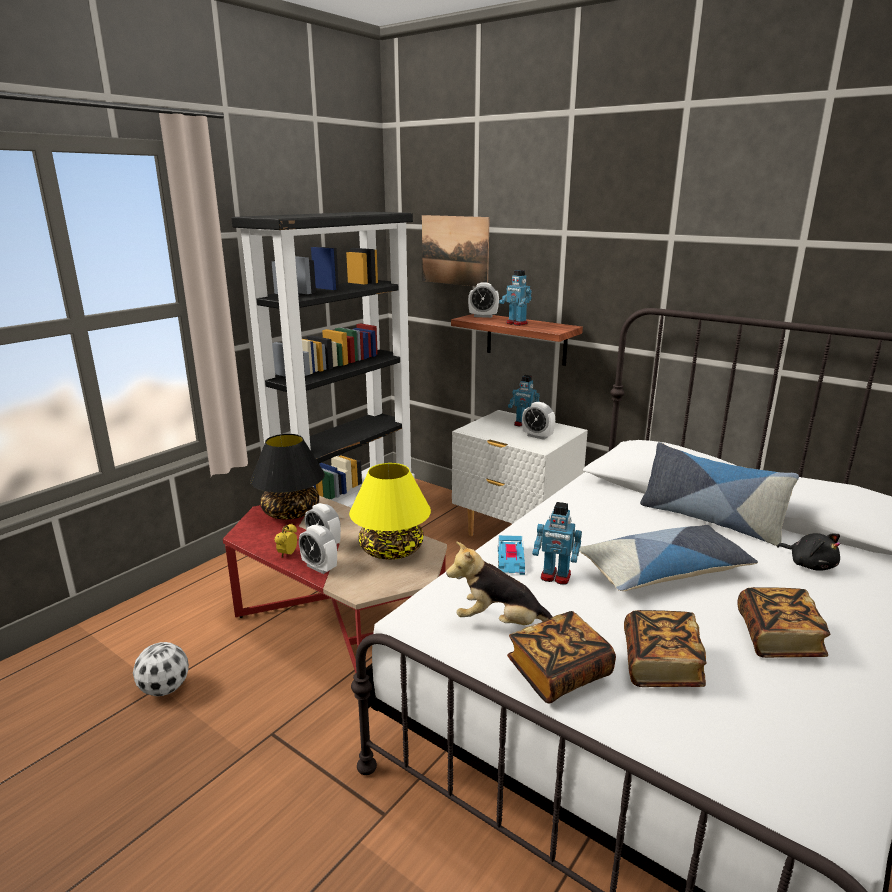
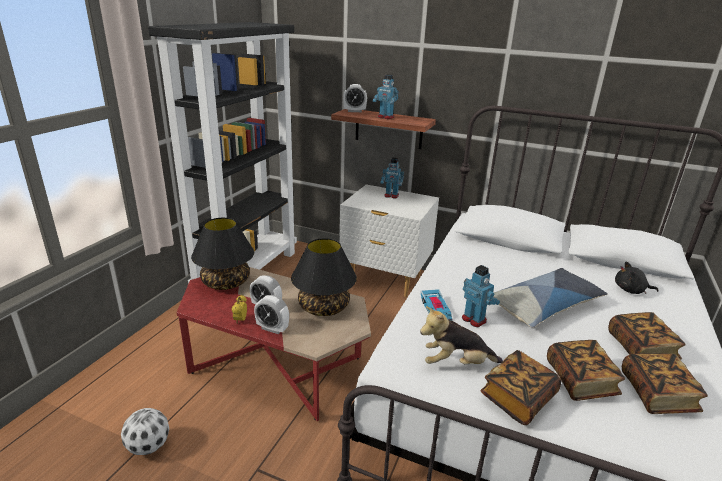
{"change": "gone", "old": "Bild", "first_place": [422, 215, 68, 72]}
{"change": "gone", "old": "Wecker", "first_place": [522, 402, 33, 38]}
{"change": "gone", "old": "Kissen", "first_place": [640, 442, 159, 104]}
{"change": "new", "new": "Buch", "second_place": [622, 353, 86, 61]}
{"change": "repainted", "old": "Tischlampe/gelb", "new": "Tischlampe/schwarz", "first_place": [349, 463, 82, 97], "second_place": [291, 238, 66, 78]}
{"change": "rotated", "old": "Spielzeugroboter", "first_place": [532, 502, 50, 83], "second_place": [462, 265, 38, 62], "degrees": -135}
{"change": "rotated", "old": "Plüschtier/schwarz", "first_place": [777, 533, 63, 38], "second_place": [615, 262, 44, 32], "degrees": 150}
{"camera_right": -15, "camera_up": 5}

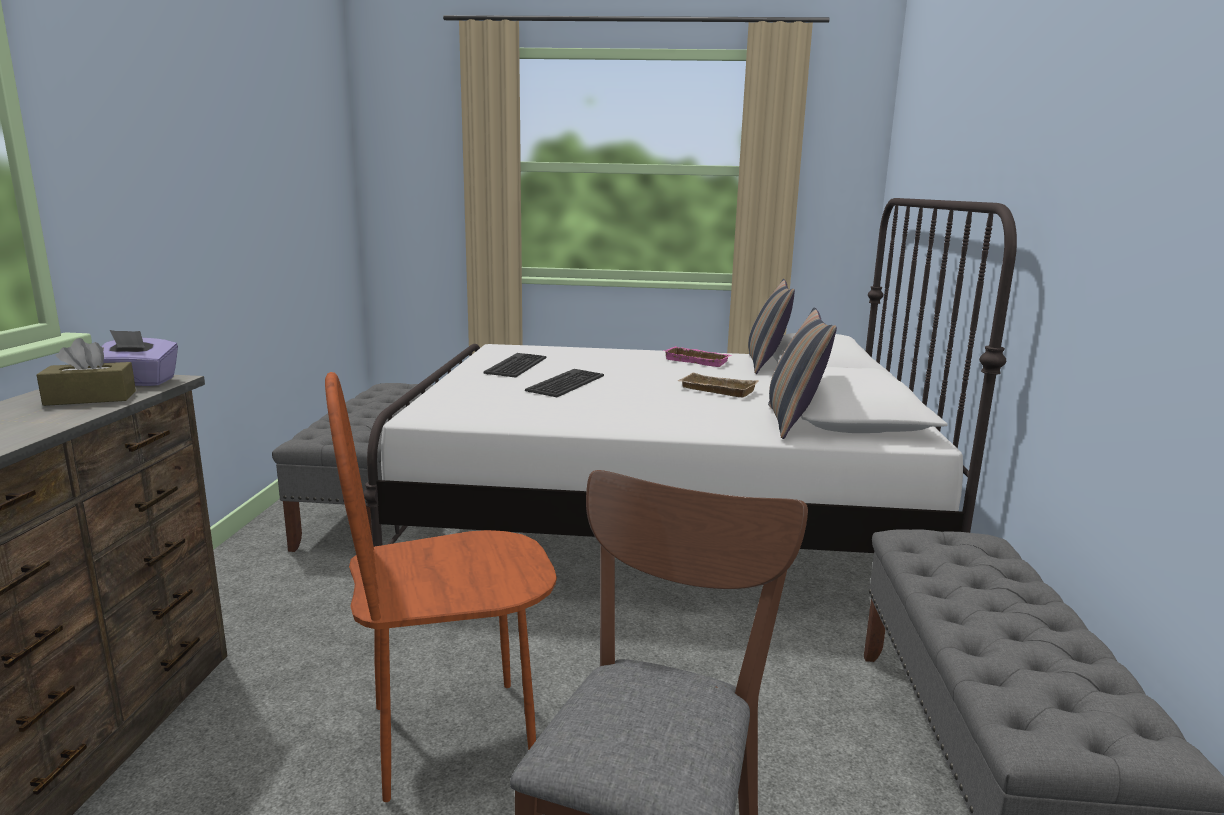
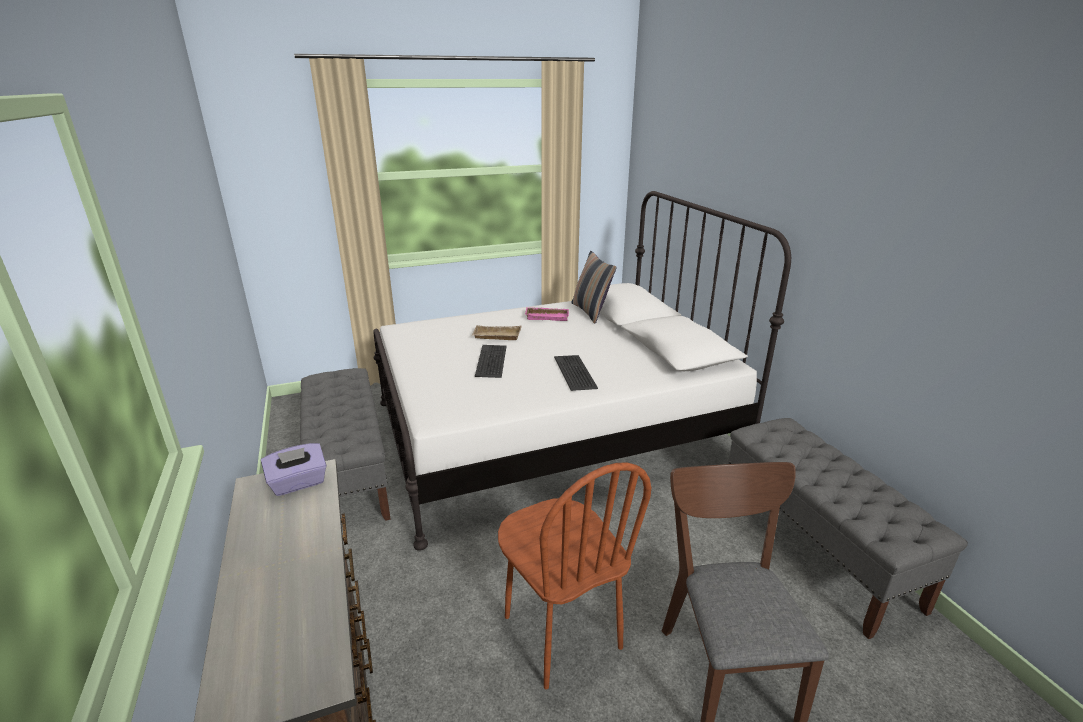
{"change": "gone", "old": "Taschentuchbox/braun", "first_place": [37, 338, 99, 68]}
{"change": "gone", "old": "Kissen", "first_place": [768, 307, 69, 132]}
{"change": "shifted", "old": "Tastatur", "first_place": [484, 353, 62, 25], "second_place": [554, 355, 44, 36]}
{"change": "shifted", "old": "Tablett/beige", "first_place": [678, 373, 81, 24], "second_place": [472, 325, 49, 15]}
{"change": "rotated", "old": "Stuhl/braun", "first_place": [325, 372, 232, 430], "second_place": [498, 462, 153, 227], "degrees": -75}
{"camera_right": -25, "camera_up": 10}

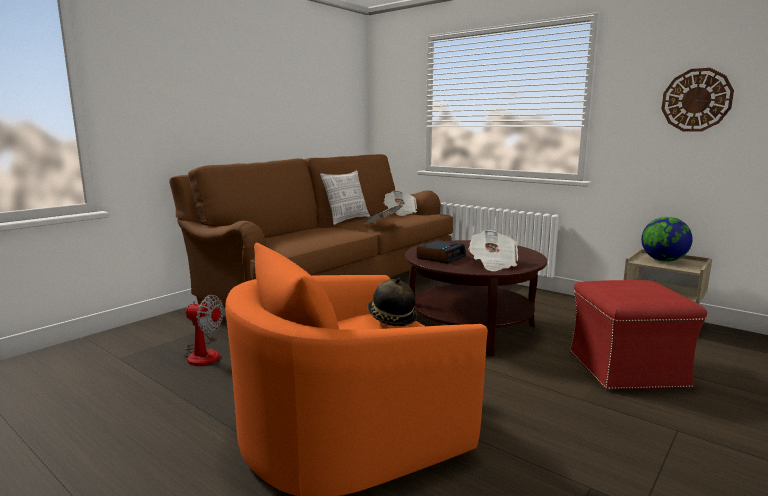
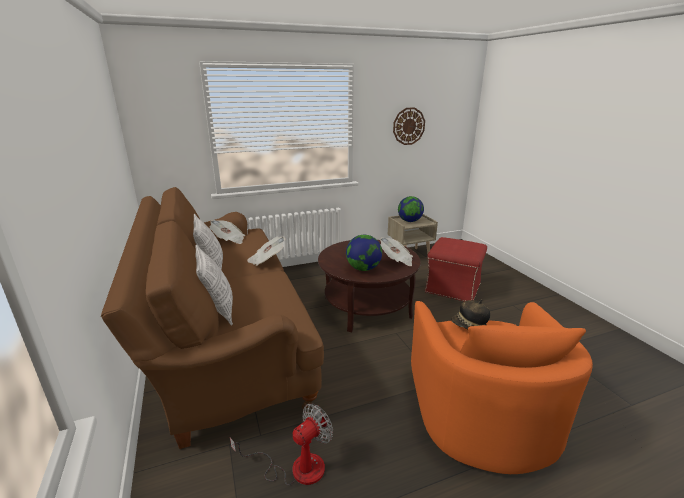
{"change": "new", "new": "Kissen", "second_place": [196, 244, 37, 82]}
{"change": "swapped", "old": "Wecker", "new": "Globus", "first_place": [417, 240, 49, 24], "second_place": [346, 235, 36, 36]}
{"camera_right": -60, "camera_up": 10}

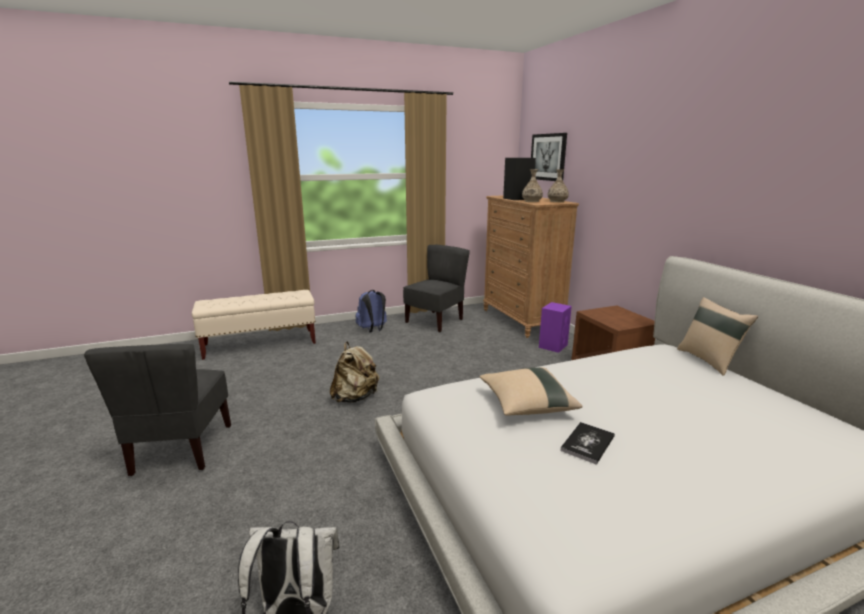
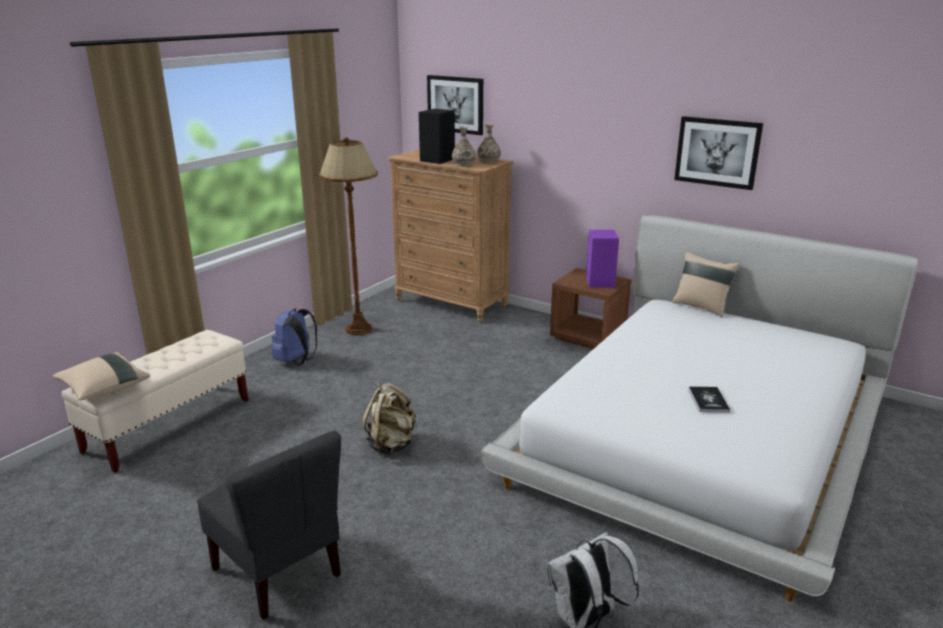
{"change": "new", "new": "Bild", "second_place": [674, 116, 89, 74]}
{"change": "shifted", "old": "Kissen/beige", "first_place": [480, 367, 102, 49], "second_place": [52, 352, 98, 49]}
{"change": "shifted", "old": "Lautsprecher/lila", "first_place": [539, 302, 33, 51], "second_place": [586, 230, 33, 58]}
{"change": "swapped", "old": "Stuhl/grau", "new": "Stehlampe/braun", "first_place": [403, 245, 67, 87], "second_place": [318, 137, 60, 198]}
{"camera_right": -35, "camera_up": 5}

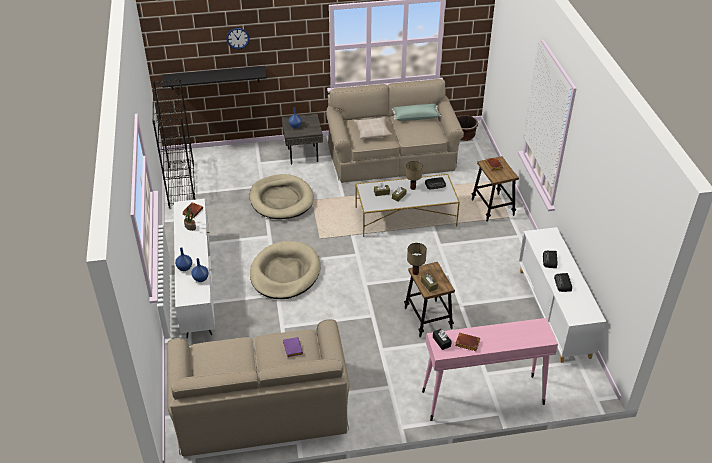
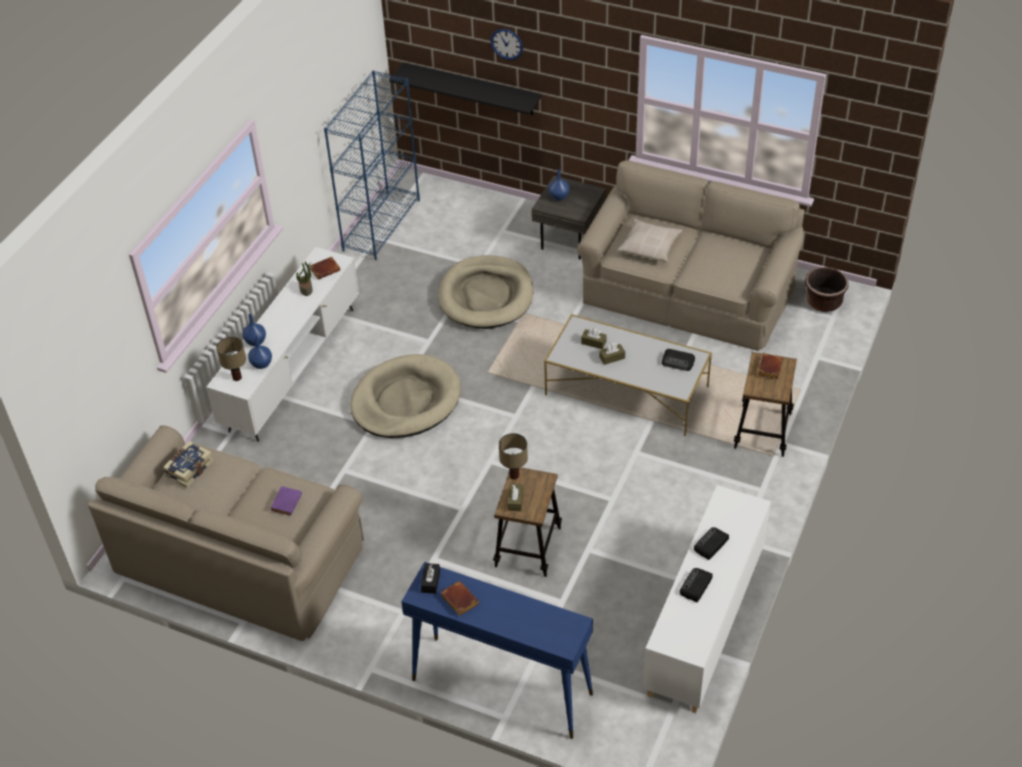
{"change": "gone", "old": "Kissen/grün", "first_place": [392, 104, 49, 17]}
{"change": "new", "new": "Buch", "second_place": [163, 441, 51, 46]}
{"change": "shifted", "old": "Tischlampe", "first_place": [406, 161, 17, 29], "second_place": [216, 337, 30, 44]}
{"change": "repainted", "old": "Bücherregal/schwarz", "new": "Bücherregal/blau", "first_place": [152, 79, 43, 130], "second_place": [324, 71, 96, 189]}
{"change": "repainted", "old": "Konsolentisch/rosa", "new": "Konsolentisch/blau", "first_place": [422, 318, 136, 103], "second_place": [401, 562, 192, 177]}
{"camera_right": 35, "camera_up": 5}

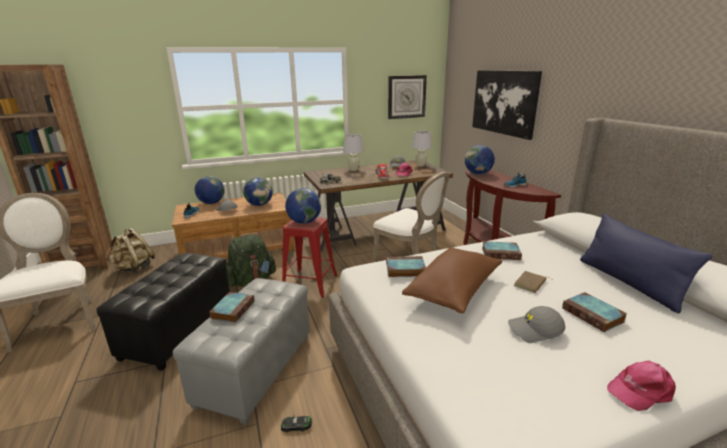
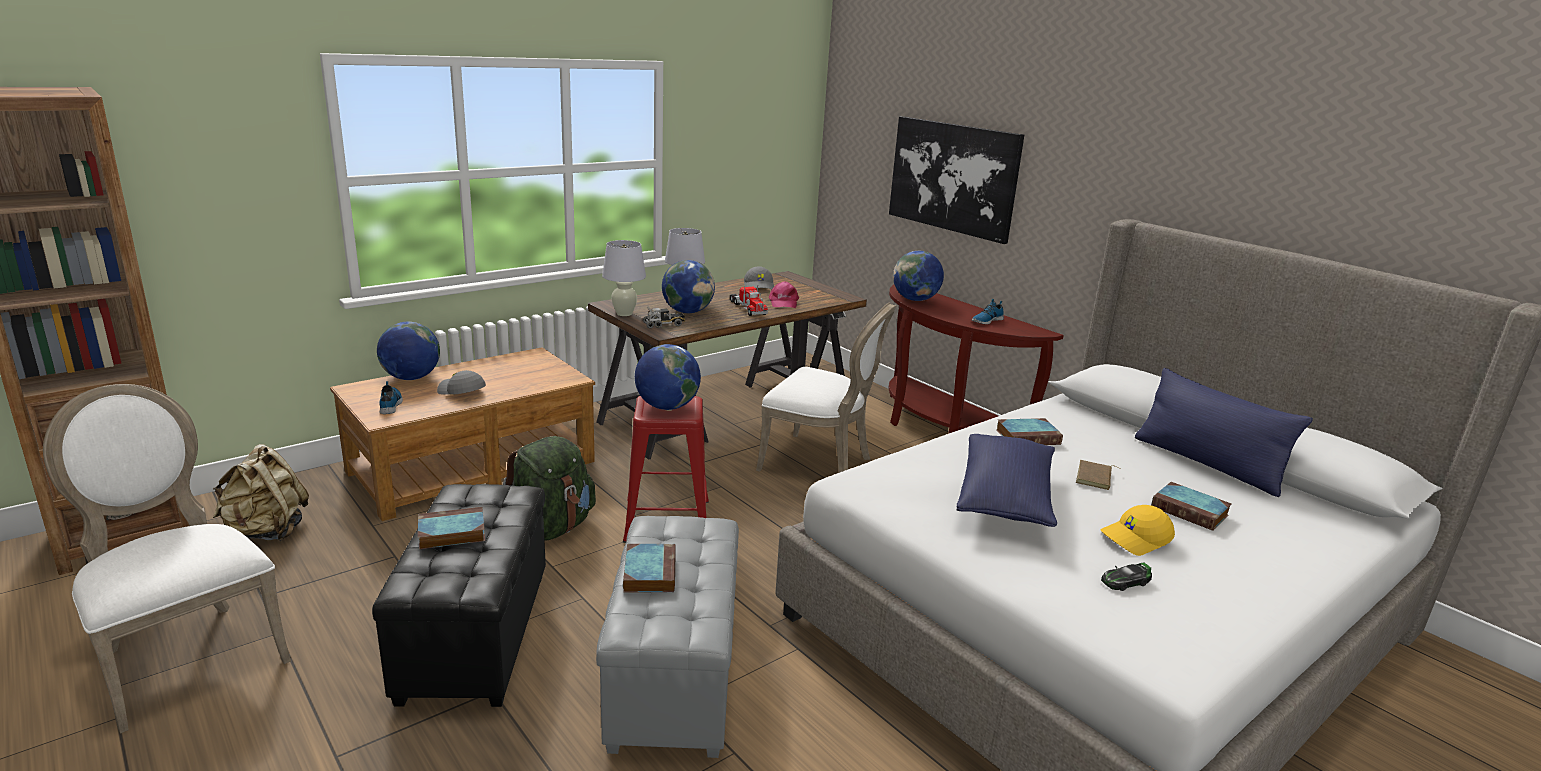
{"change": "gone", "old": "Wanduhr", "first_place": [388, 75, 39, 44]}
{"change": "gone", "old": "Kappe/rosa", "first_place": [607, 360, 69, 51]}
{"change": "shifted", "old": "Globus", "first_place": [243, 177, 30, 29], "second_place": [662, 260, 53, 53]}
{"change": "shifted", "old": "Spielzeugauto", "first_place": [281, 416, 31, 16], "second_place": [1101, 563, 51, 28]}
{"change": "shifted", "old": "Buch", "first_place": [386, 256, 40, 21], "second_place": [418, 507, 67, 42]}
{"change": "shifted", "old": "Tischlampe/weiß", "first_place": [412, 131, 20, 35], "second_place": [602, 240, 44, 76]}
{"change": "repainted", "old": "Kissen/braun", "new": "Kissen/blau", "first_place": [402, 247, 100, 66], "second_place": [957, 434, 100, 93]}
{"change": "repainted", "old": "Kappe/grau", "new": "Kappe/gelb", "first_place": [508, 306, 57, 37], "second_place": [1100, 505, 75, 51]}
{"camera_right": -20, "camera_up": 0}

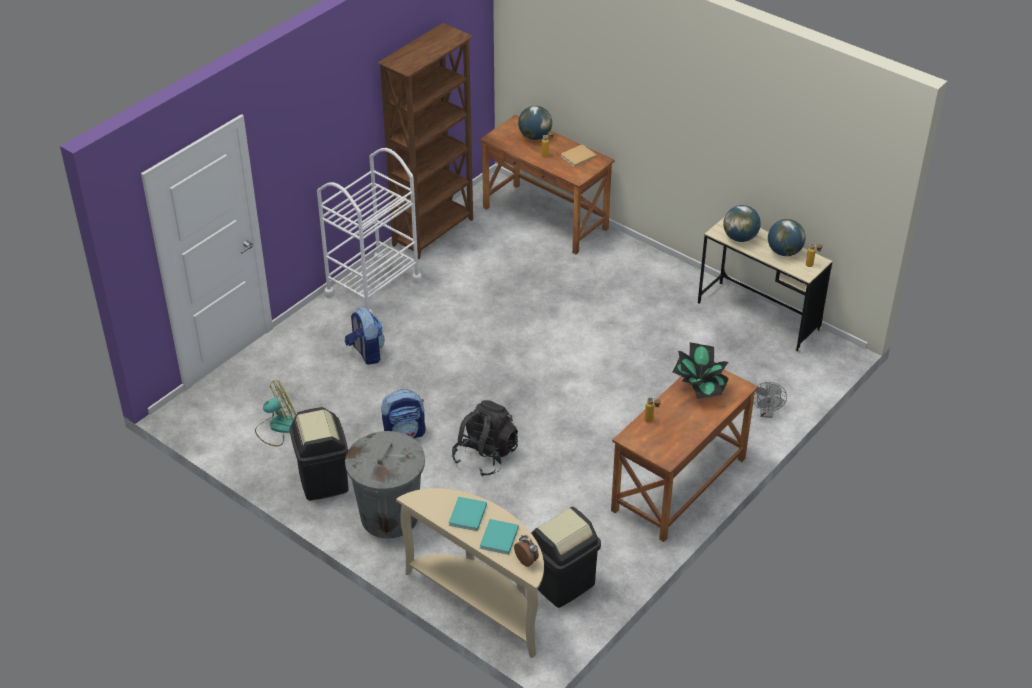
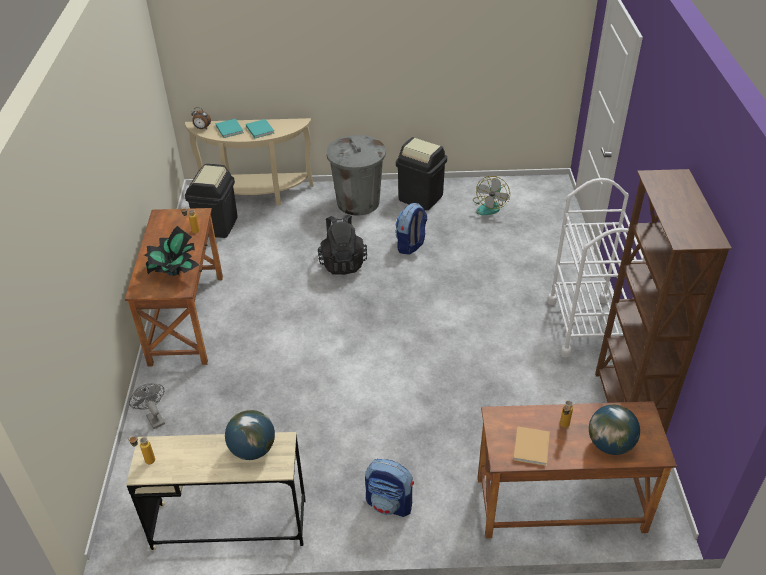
{"change": "gone", "old": "Globus", "first_place": [768, 219, 38, 37]}
{"change": "shifted", "old": "Rucksack", "first_place": [345, 307, 40, 58], "second_place": [365, 459, 49, 58]}
{"camera_right": 140, "camera_up": 0}

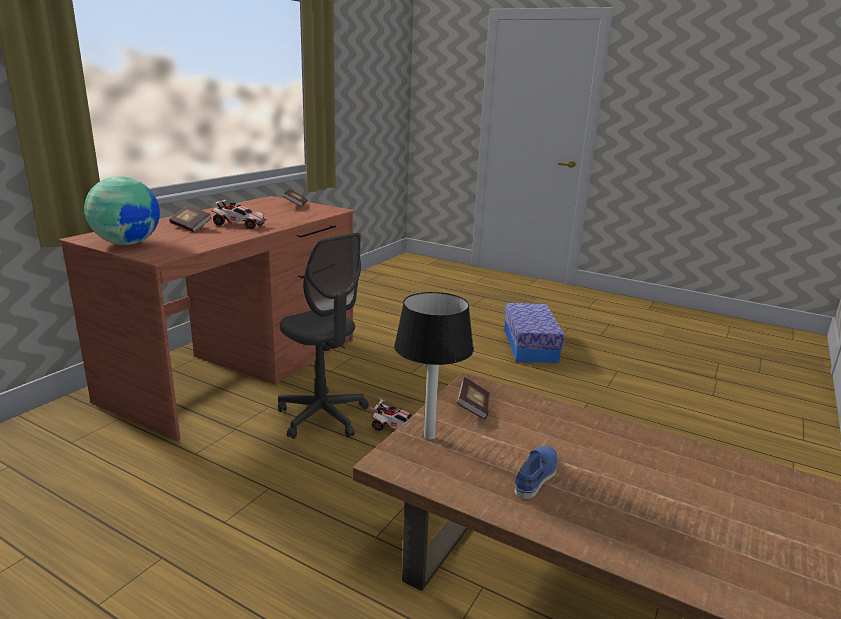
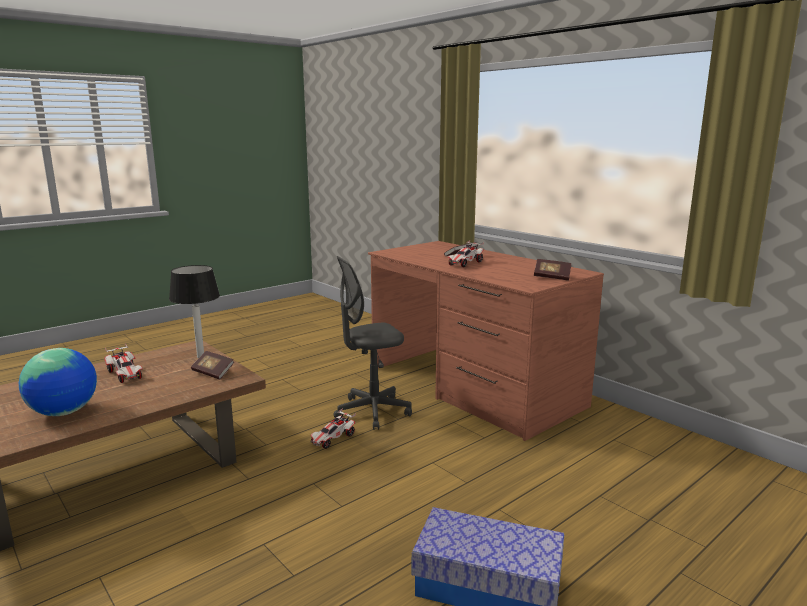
{"change": "shifted", "old": "Globus", "first_place": [84, 176, 76, 69], "second_place": [19, 348, 78, 68]}
{"change": "swapped", "old": "Schuh/blau", "new": "Spielzeugauto", "first_place": [514, 446, 44, 53], "second_place": [104, 343, 39, 40]}
{"camera_right": 110, "camera_up": -5}

